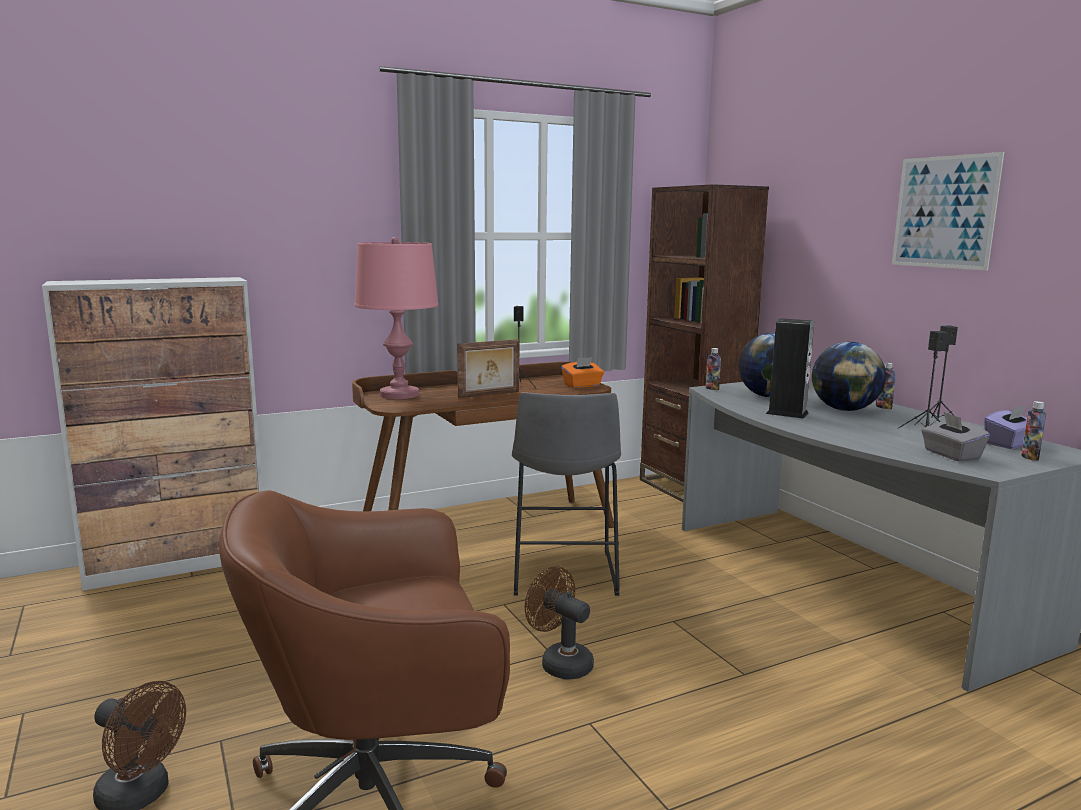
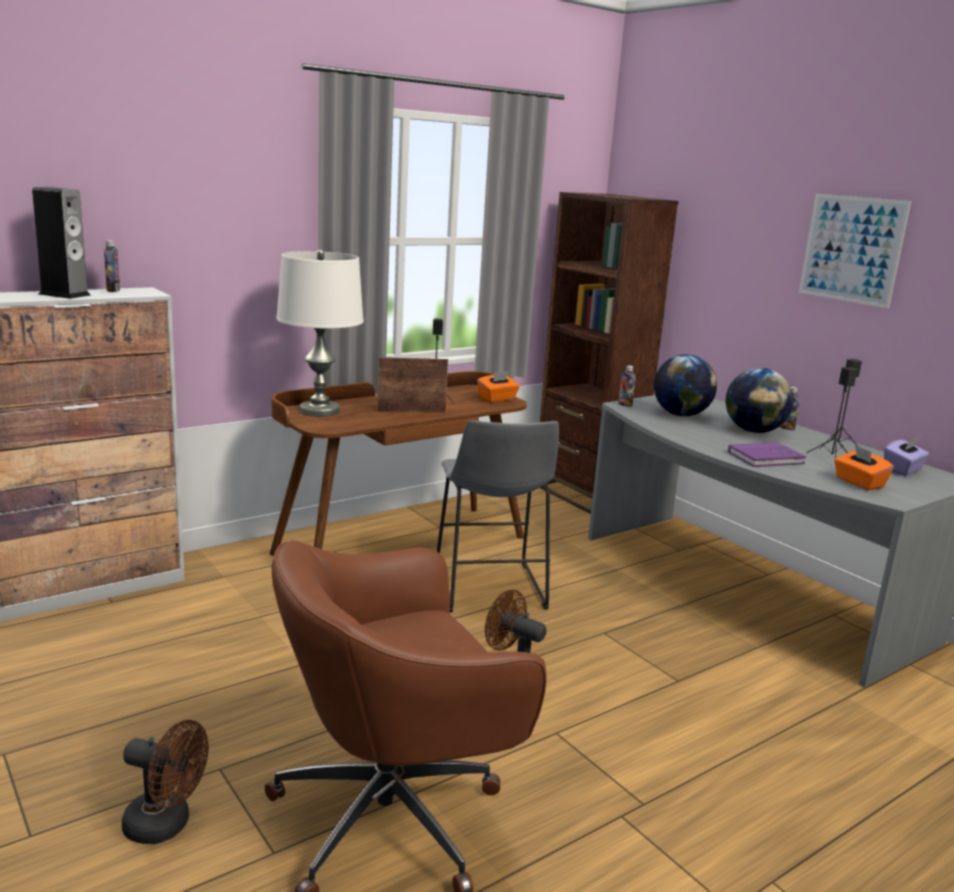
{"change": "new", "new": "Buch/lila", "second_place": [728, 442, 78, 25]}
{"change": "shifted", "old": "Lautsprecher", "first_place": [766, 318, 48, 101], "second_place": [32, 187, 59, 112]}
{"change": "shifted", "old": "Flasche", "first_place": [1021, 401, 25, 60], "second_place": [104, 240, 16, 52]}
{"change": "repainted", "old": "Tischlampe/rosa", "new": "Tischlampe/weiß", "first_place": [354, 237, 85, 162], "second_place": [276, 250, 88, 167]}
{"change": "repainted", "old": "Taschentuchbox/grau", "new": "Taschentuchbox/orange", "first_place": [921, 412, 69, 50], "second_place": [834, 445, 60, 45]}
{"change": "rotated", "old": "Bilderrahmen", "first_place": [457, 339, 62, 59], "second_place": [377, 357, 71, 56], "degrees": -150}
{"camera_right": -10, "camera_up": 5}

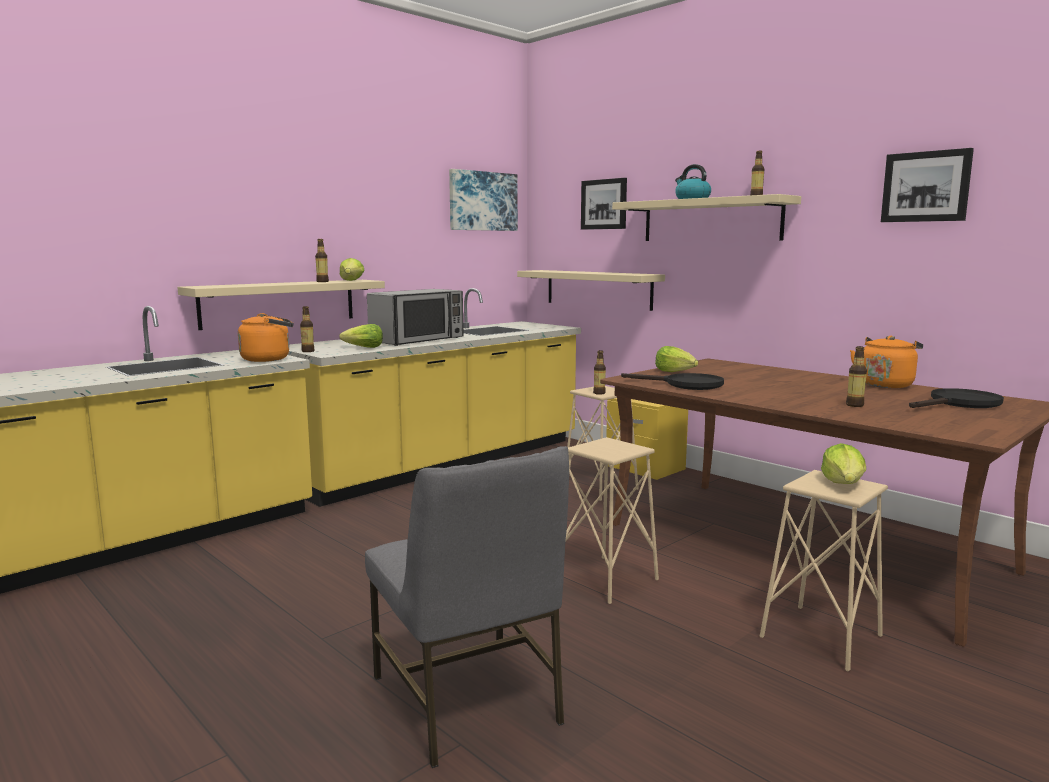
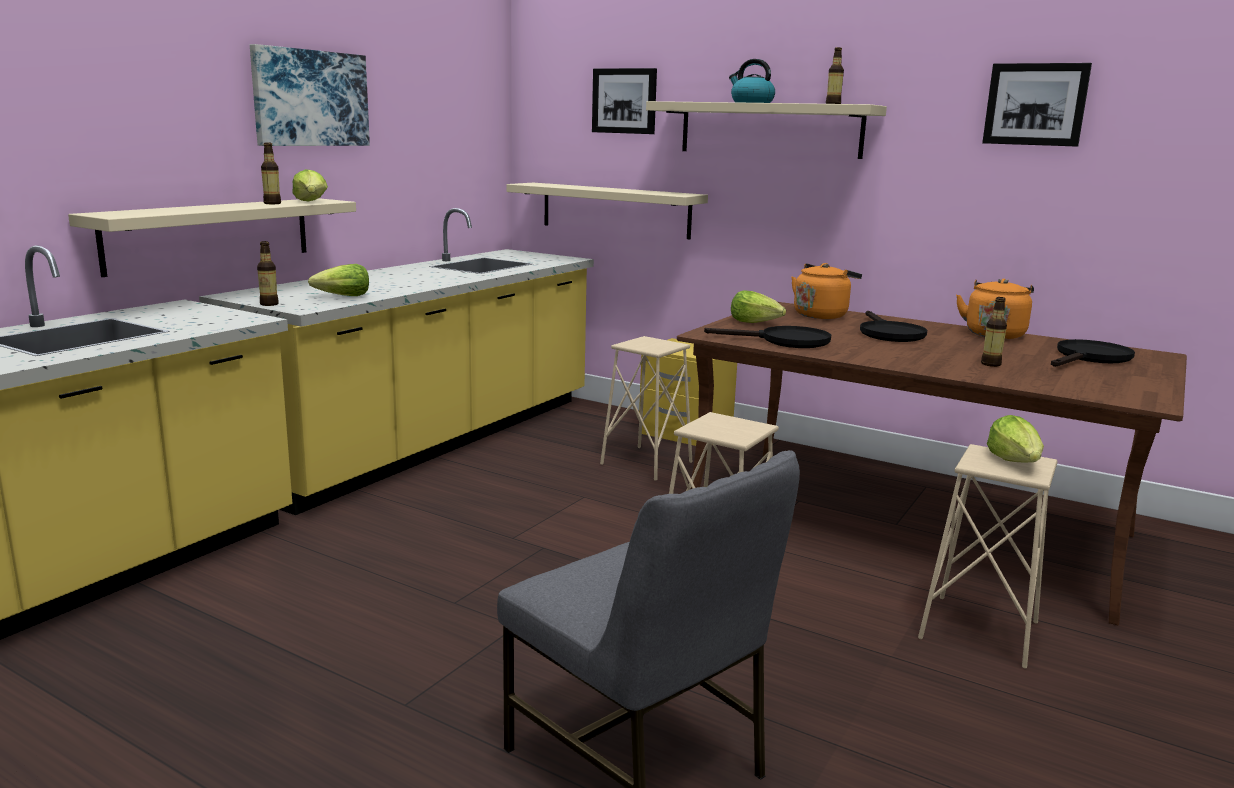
{"change": "gone", "old": "Mikrowelle", "first_place": [367, 289, 96, 57]}
{"change": "gone", "old": "Flasche", "first_place": [593, 350, 13, 45]}
{"change": "new", "new": "Pfanne/schwarz", "second_place": [860, 311, 67, 31]}
{"change": "shifted", "old": "Wasserkessel/orange", "first_place": [238, 313, 55, 49], "second_place": [791, 263, 71, 56]}
{"change": "shifted", "old": "Bild", "first_place": [449, 169, 69, 62], "second_place": [250, 44, 120, 102]}
{"camera_right": -15, "camera_up": 5}

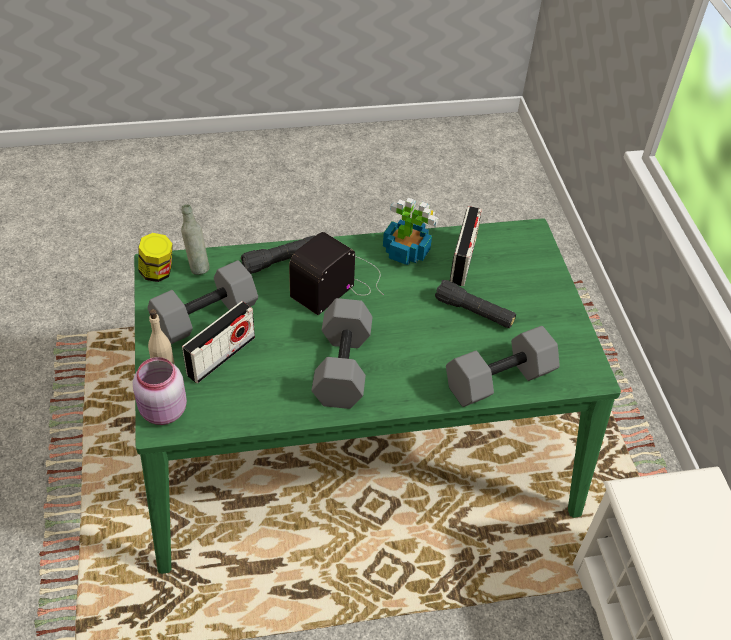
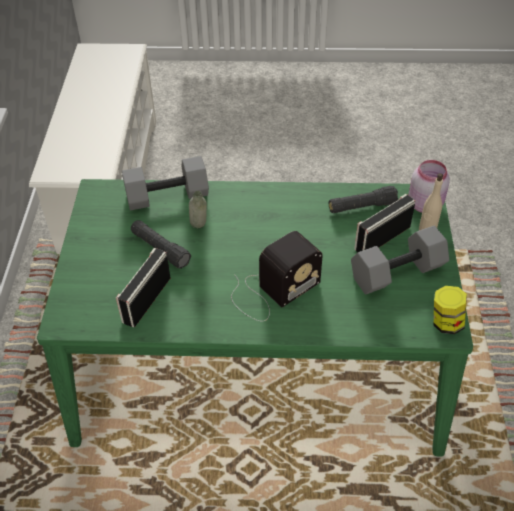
{"change": "gone", "old": "Hantel/grau", "first_place": [311, 298, 62, 111]}
{"change": "gone", "old": "Topfpflanze", "first_place": [383, 198, 56, 67]}
{"change": "shifted", "old": "Flasche/grau", "first_place": [181, 204, 29, 71], "second_place": [189, 191, 18, 37]}
{"change": "shifted", "old": "Taschenlampe/schwarz", "first_place": [241, 235, 74, 39], "second_place": [329, 186, 69, 27]}
{"camera_right": -165, "camera_up": 0}

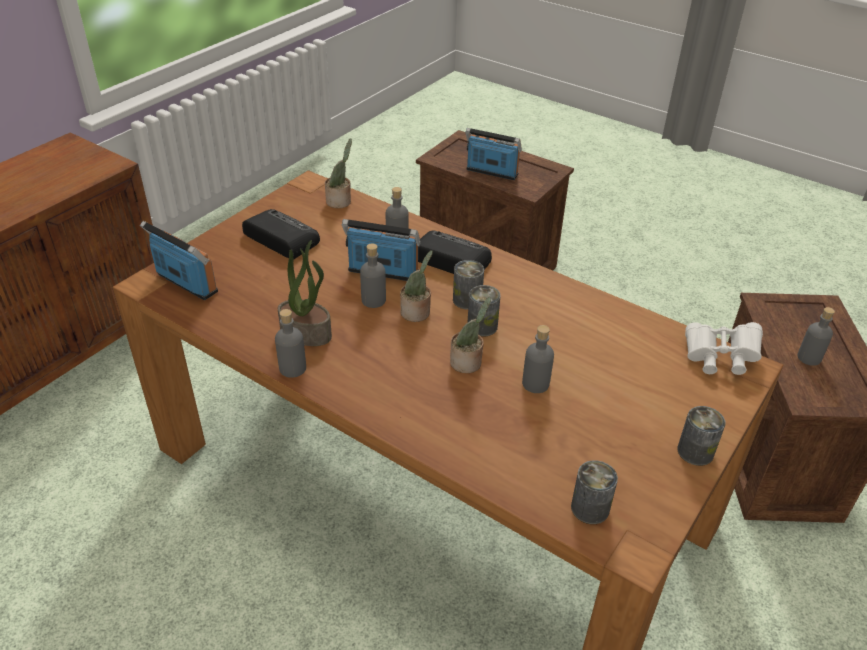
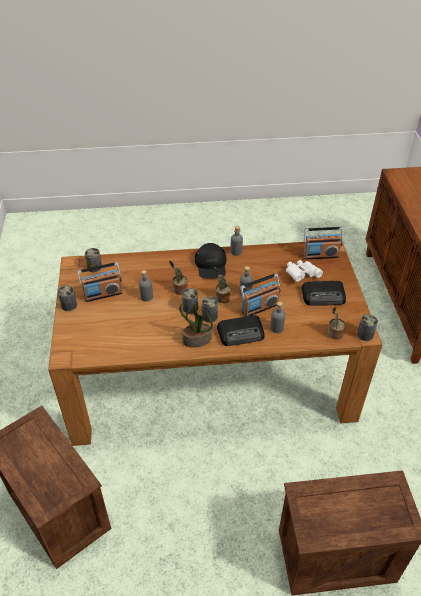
{"change": "gone", "old": "Flasche/grau", "first_place": [797, 307, 38, 59]}
{"change": "new", "new": "Kappe/schwarz", "second_place": [195, 243, 32, 36]}
{"change": "new", "new": "Dose", "second_place": [357, 314, 21, 27]}
{"change": "shifted", "old": "Topfpflanze", "first_place": [278, 240, 54, 106], "second_place": [179, 303, 34, 45]}
{"change": "shifted", "old": "Radio", "first_place": [465, 128, 57, 52], "second_place": [77, 262, 45, 40]}
{"change": "shifted", "old": "Fernglas/weiß", "first_place": [685, 322, 78, 53], "second_place": [286, 260, 37, 22]}
{"camera_right": 140, "camera_up": 5}

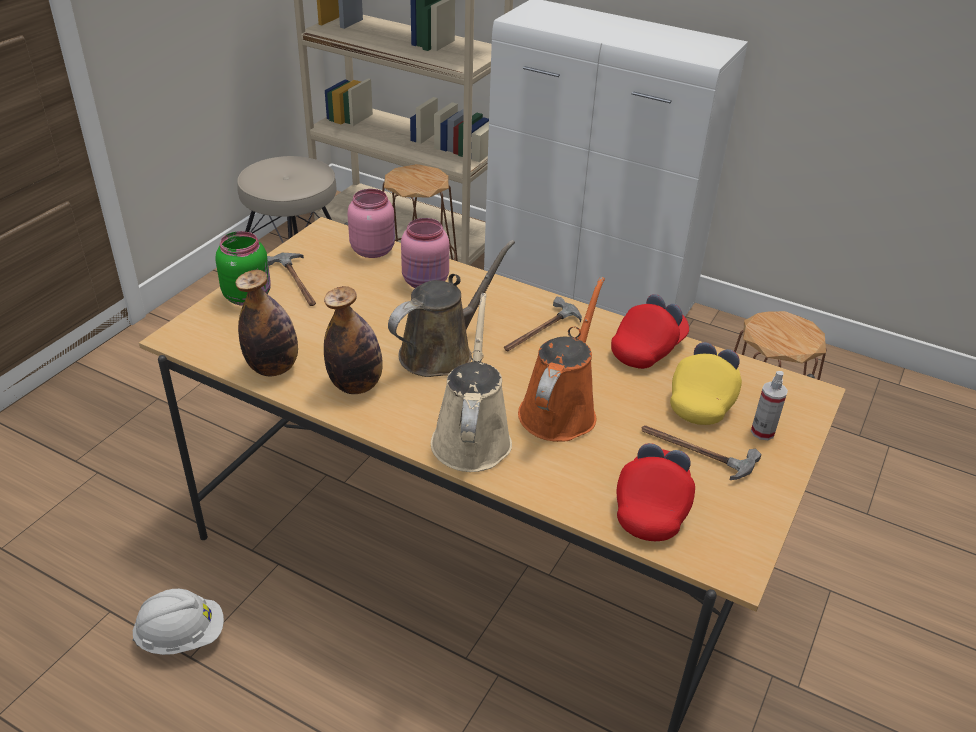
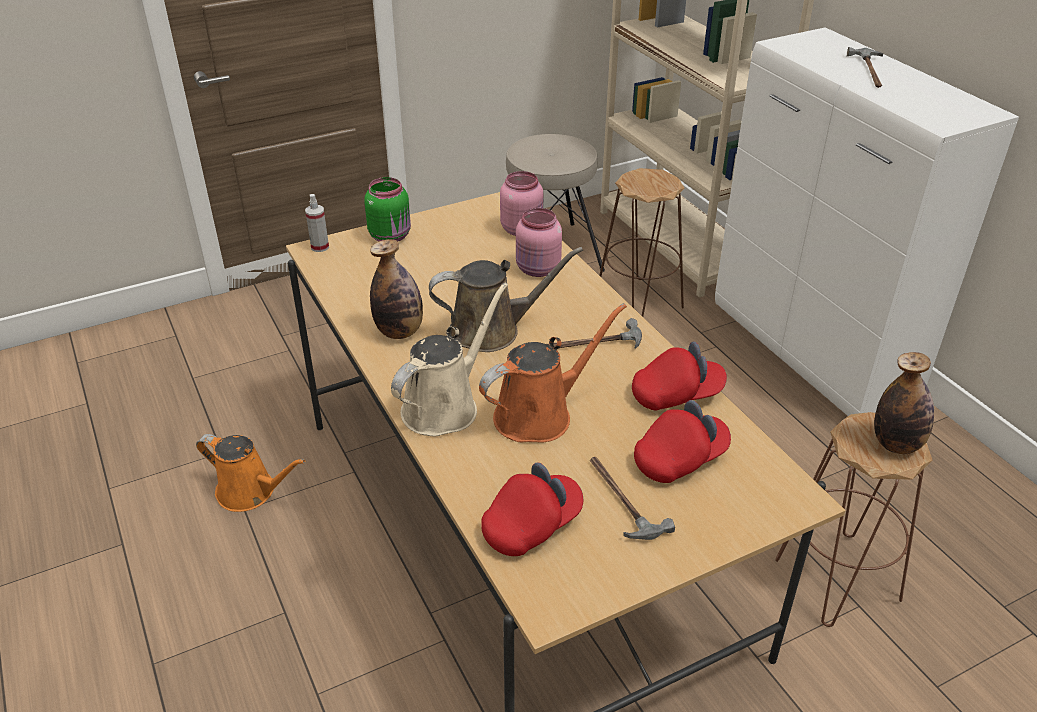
{"change": "shifted", "old": "Flasche", "first_place": [235, 270, 63, 106], "second_place": [874, 352, 60, 102]}
{"change": "shifted", "old": "Hammer", "first_place": [267, 253, 49, 53], "second_place": [847, 47, 36, 41]}
{"change": "shifted", "old": "Sprühflasche", "first_place": [751, 371, 37, 69], "second_place": [305, 194, 24, 58]}
{"change": "swapped", "old": "Schutzhelm/weiß", "new": "Gießkanne/orange", "first_place": [132, 589, 92, 66], "second_place": [196, 434, 109, 78]}
{"change": "repainted", "old": "Kappe/gelb", "new": "Kappe/rot", "first_place": [670, 342, 72, 83], "second_place": [634, 400, 97, 83]}
{"camera_right": 35, "camera_up": 0}

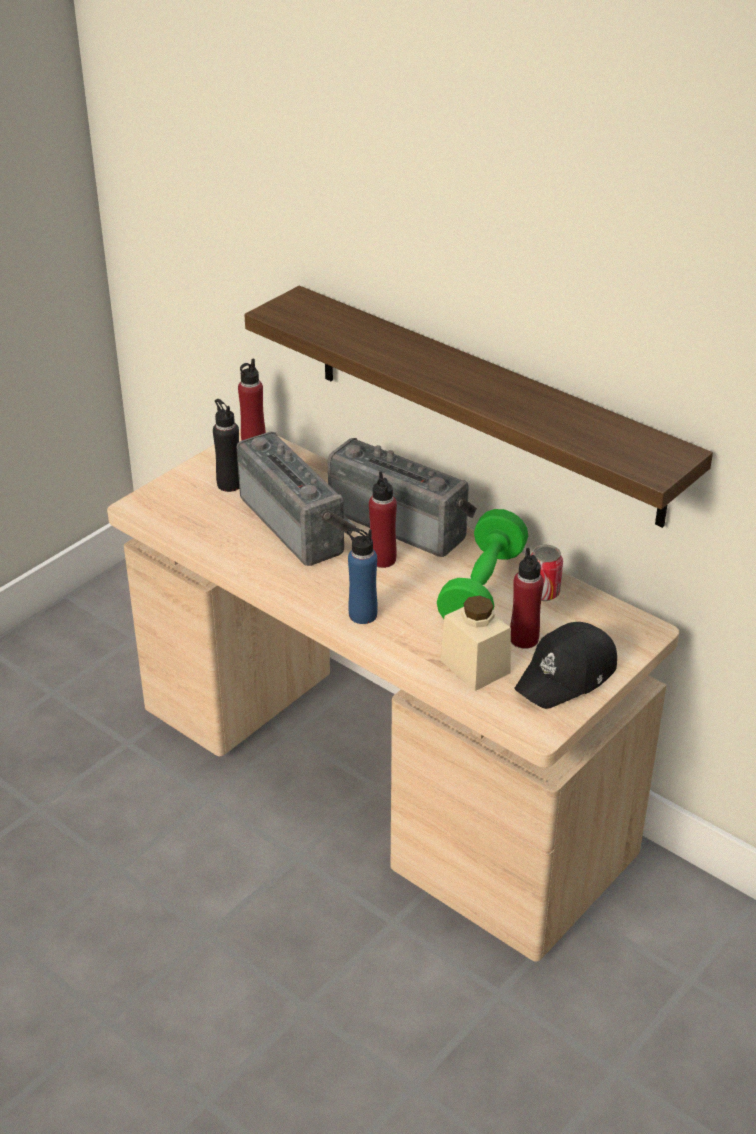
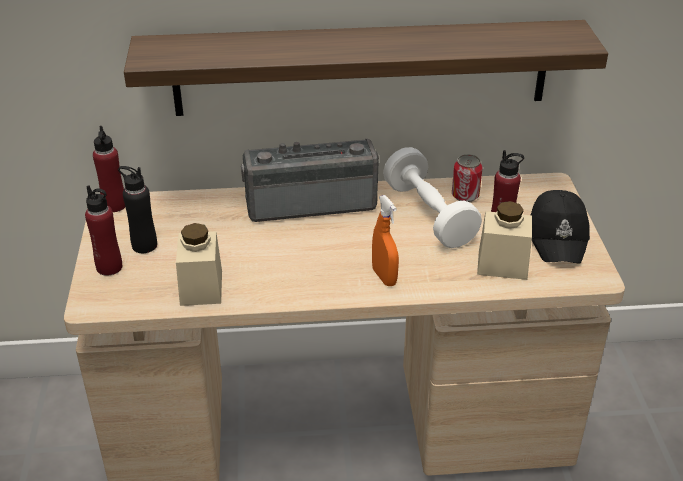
{"change": "gone", "old": "Radio", "first_place": [237, 432, 119, 134]}
{"change": "new", "new": "Vorratsglas/beige", "second_place": [176, 223, 46, 83]}
{"change": "shifted", "old": "Flasche/rot", "first_place": [369, 471, 28, 97], "second_place": [85, 185, 37, 91]}
{"change": "swapped", "old": "Flasche/blau", "new": "Sprühflasche/orange", "first_place": [347, 528, 31, 96], "second_place": [372, 195, 27, 91]}
{"change": "repainted", "old": "Hantel/grün", "new": "Hantel/weiß", "first_place": [437, 509, 91, 110], "second_place": [383, 147, 99, 101]}
{"camera_right": -45, "camera_up": 0}

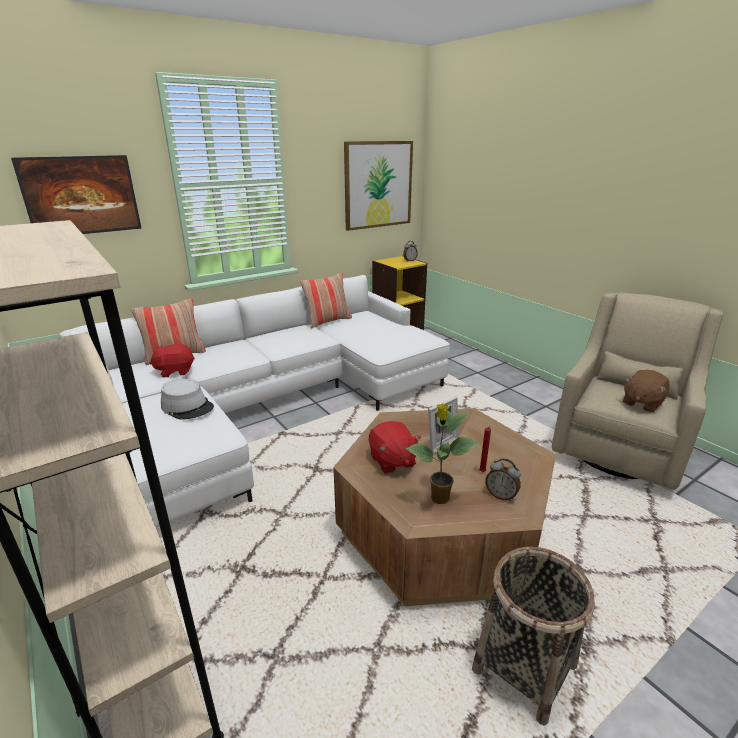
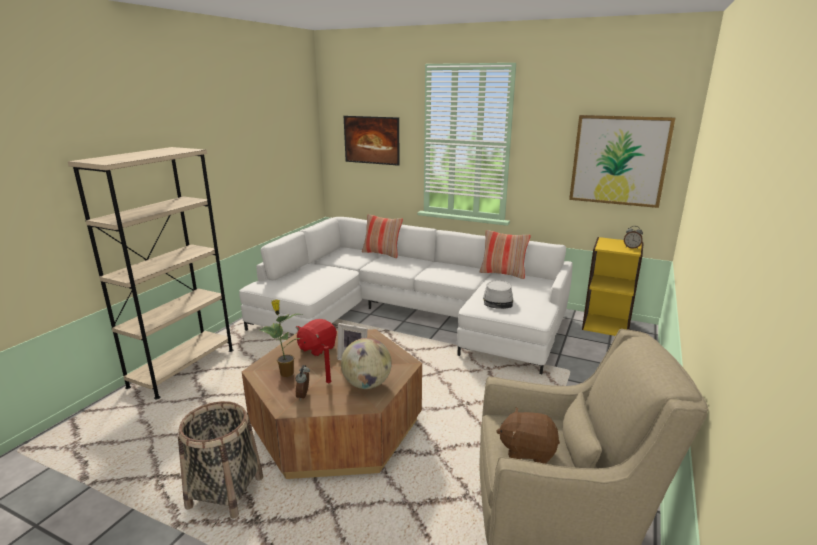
{"change": "gone", "old": "Plüschtier/rot", "first_place": [149, 344, 46, 34]}
{"change": "new", "new": "Globus", "second_place": [341, 338, 51, 51]}
{"change": "shifted", "old": "Hut/grau", "first_place": [161, 379, 53, 41], "second_place": [483, 280, 30, 29]}
{"camera_right": 60, "camera_up": -5}

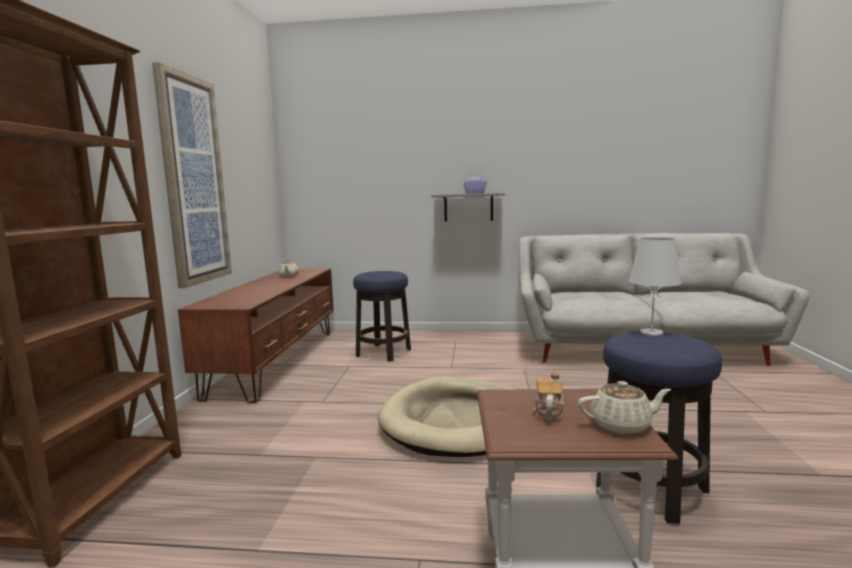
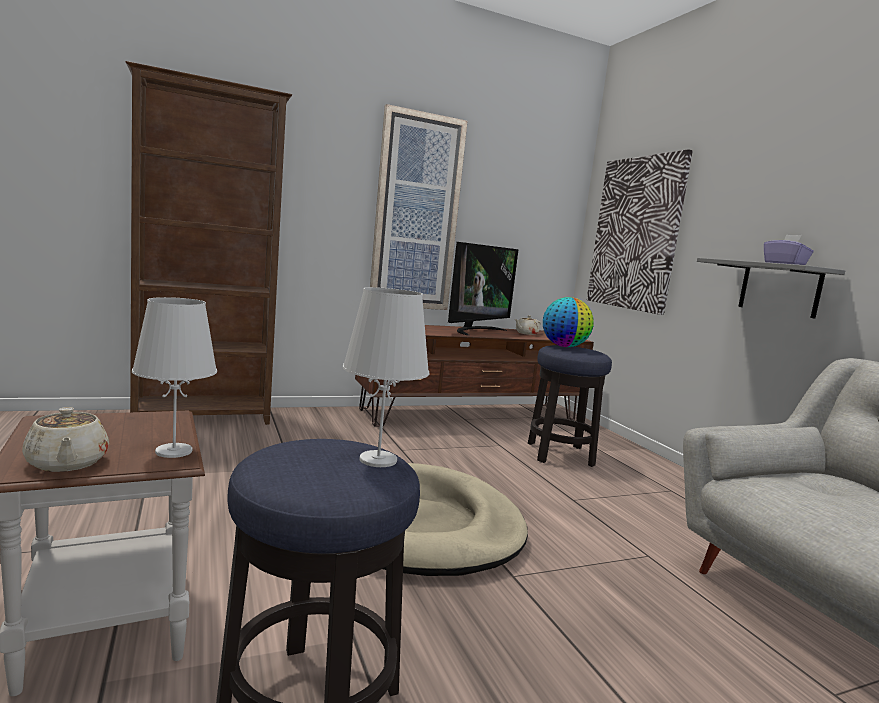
{"change": "gone", "old": "Teekanne", "first_place": [533, 371, 31, 51]}
{"change": "new", "new": "Tischlampe/weiß", "second_place": [132, 297, 85, 161]}
{"change": "new", "new": "Fernseher", "second_place": [448, 242, 71, 94]}
{"change": "new", "new": "Globus", "second_place": [543, 297, 51, 50]}
{"change": "new", "new": "Bild", "second_place": [587, 149, 106, 166]}
{"camera_right": 60, "camera_up": 0}

